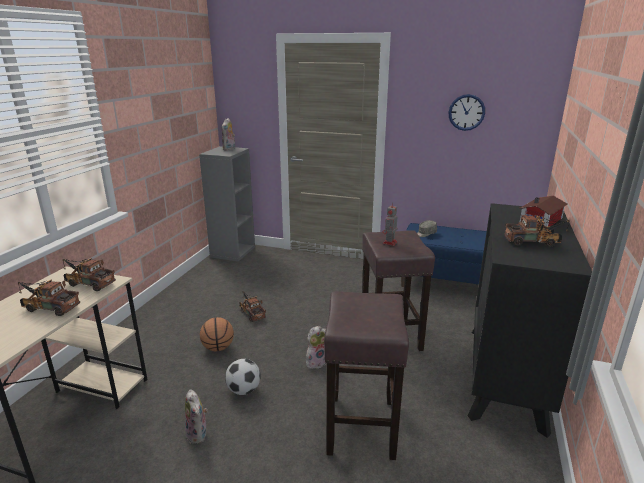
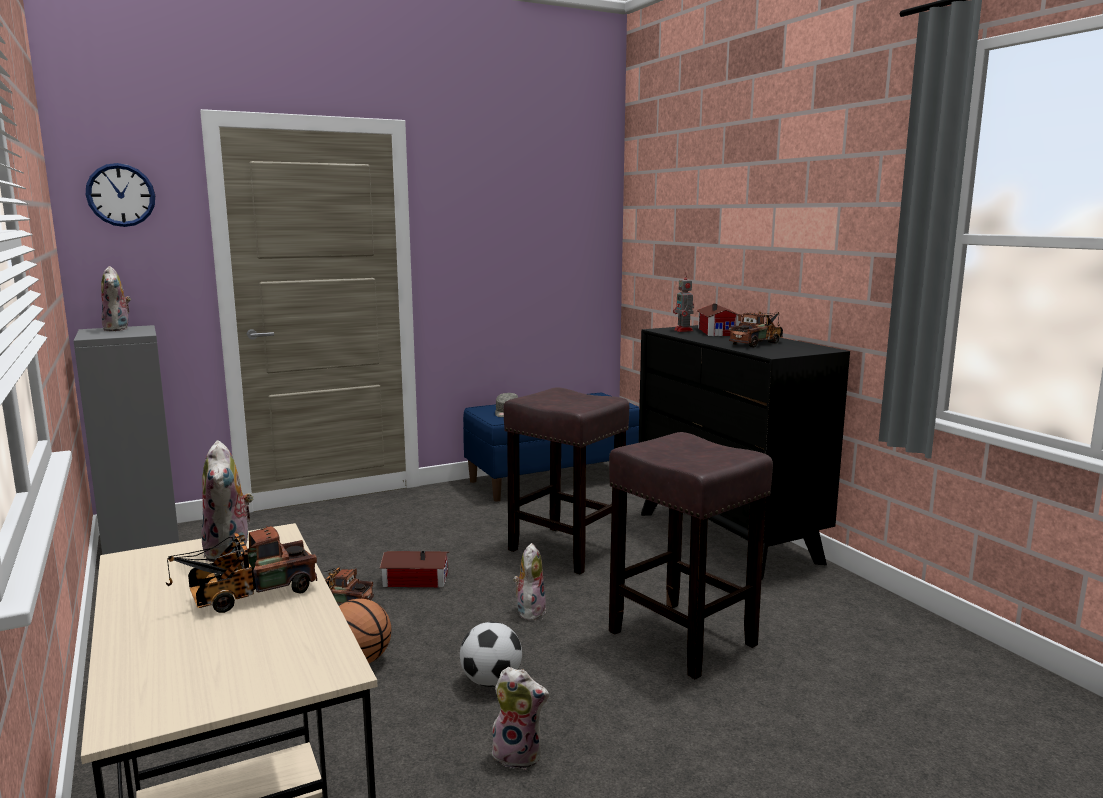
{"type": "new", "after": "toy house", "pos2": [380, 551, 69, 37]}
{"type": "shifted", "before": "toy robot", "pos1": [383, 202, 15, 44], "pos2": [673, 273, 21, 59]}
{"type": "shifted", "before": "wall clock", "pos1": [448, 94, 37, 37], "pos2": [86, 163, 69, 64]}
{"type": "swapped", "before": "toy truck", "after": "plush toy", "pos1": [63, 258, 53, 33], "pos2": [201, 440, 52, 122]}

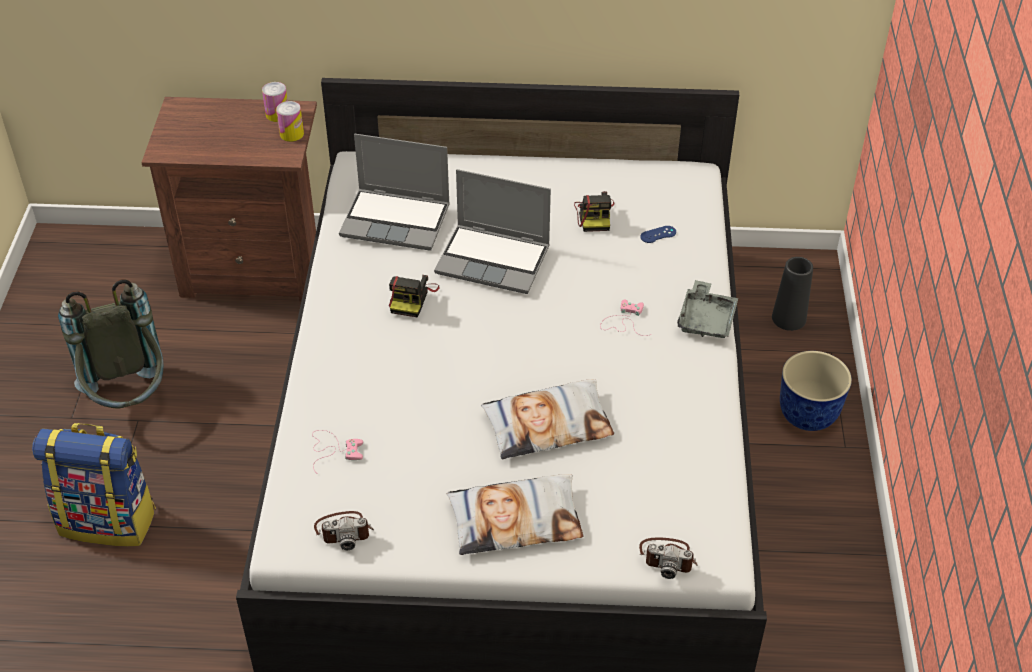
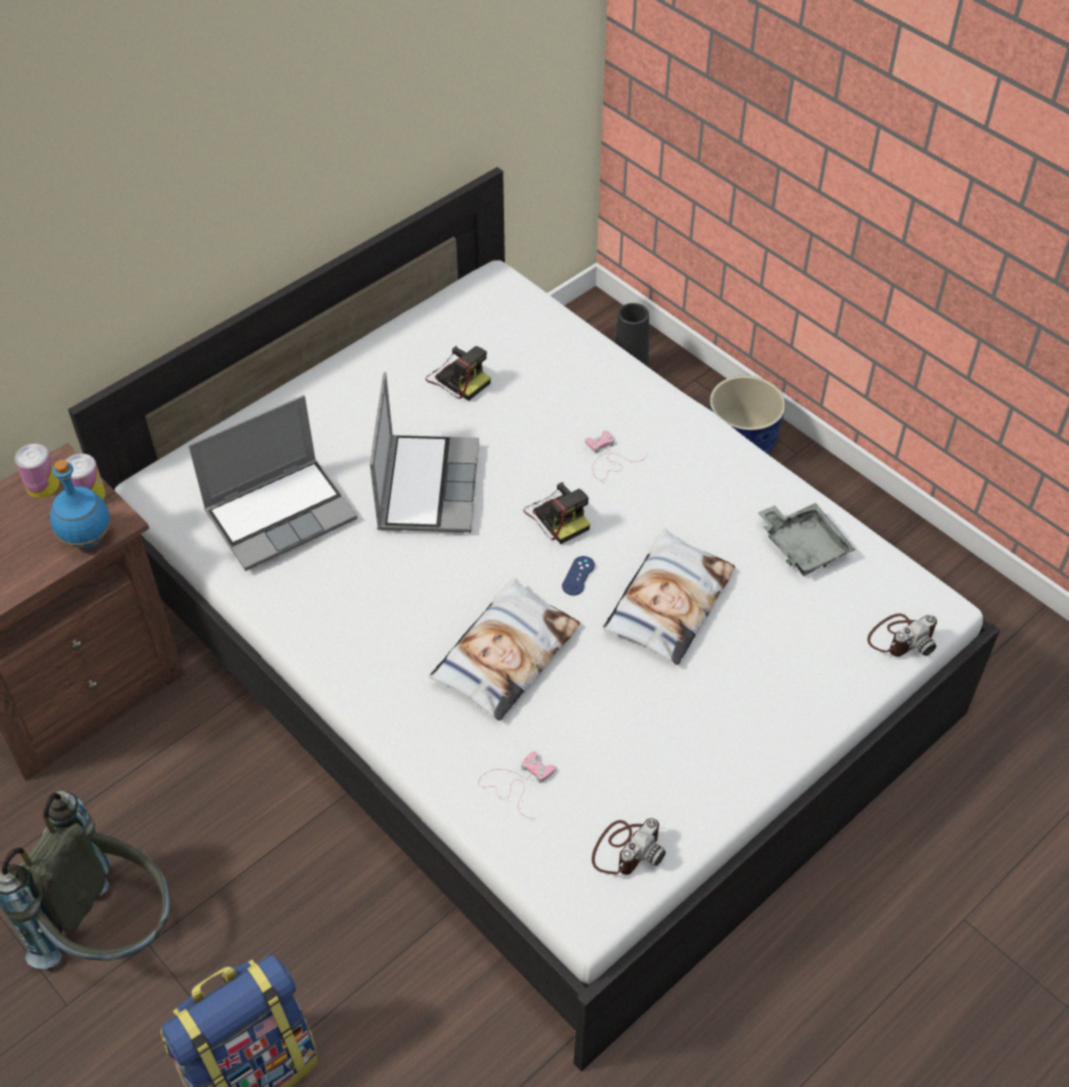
{"type": "new", "after": "bottle (blue)", "pos2": [50, 460, 61, 89]}
{"type": "shifted", "before": "photo camera", "pos1": [389, 275, 51, 42], "pos2": [524, 482, 66, 62]}
{"type": "shifted", "before": "pillow", "pos1": [447, 474, 137, 81], "pos2": [429, 578, 151, 143]}
{"type": "shifted", "before": "game controller (blue)", "pos1": [640, 226, 36, 17], "pos2": [562, 556, 33, 39]}
{"type": "shifted", "before": "tray (grey)", "pos1": [677, 280, 61, 58], "pos2": [758, 503, 97, 73]}
{"type": "rotated", "before": "laptop", "pos1": [434, 169, 117, 125], "pos2": [370, 372, 109, 161], "turn": -60}

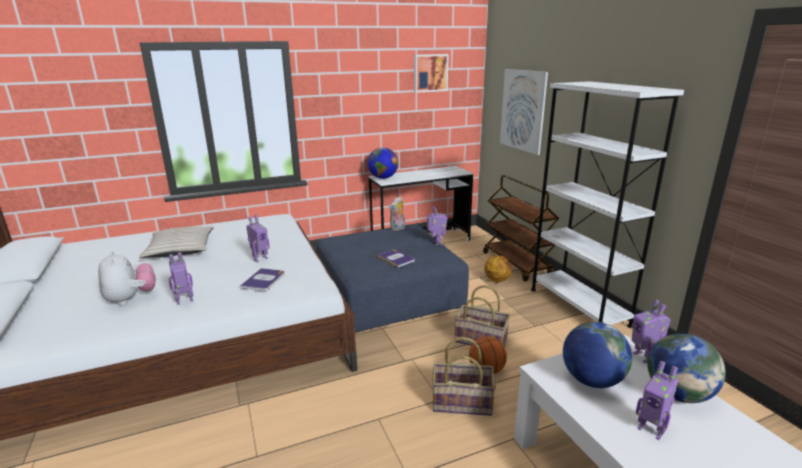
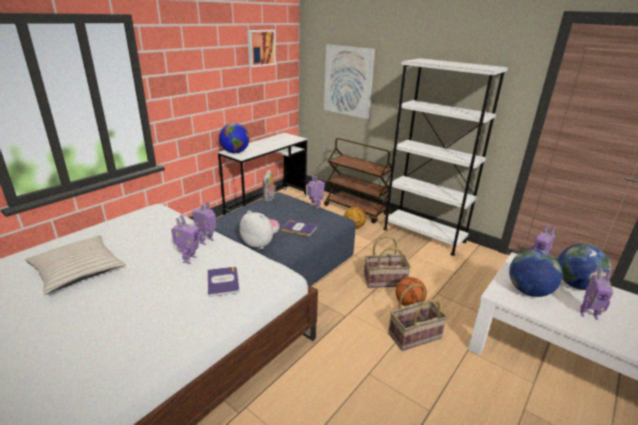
{"type": "shifted", "before": "plush toy", "pos1": [98, 251, 58, 55], "pos2": [240, 210, 40, 40]}
{"type": "shifted", "before": "toy robot", "pos1": [168, 253, 25, 52], "pos2": [192, 201, 24, 44]}

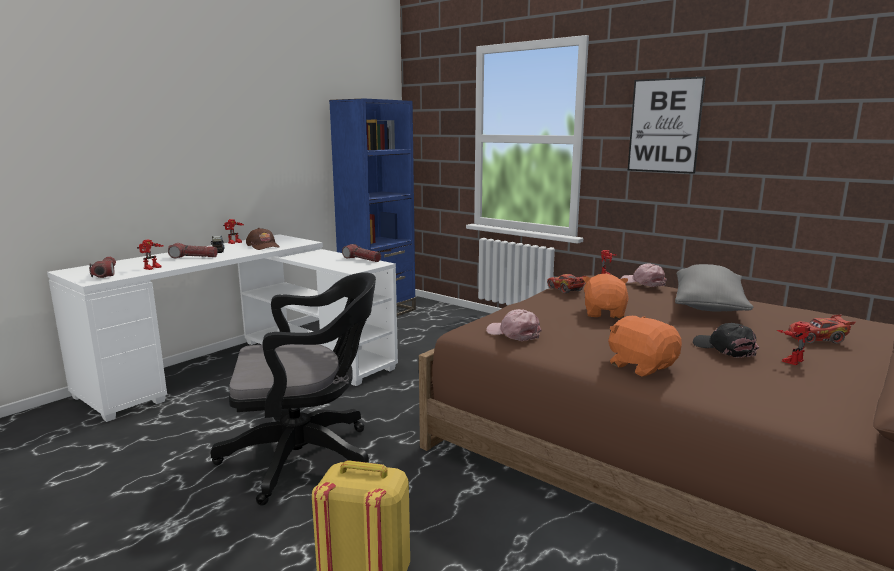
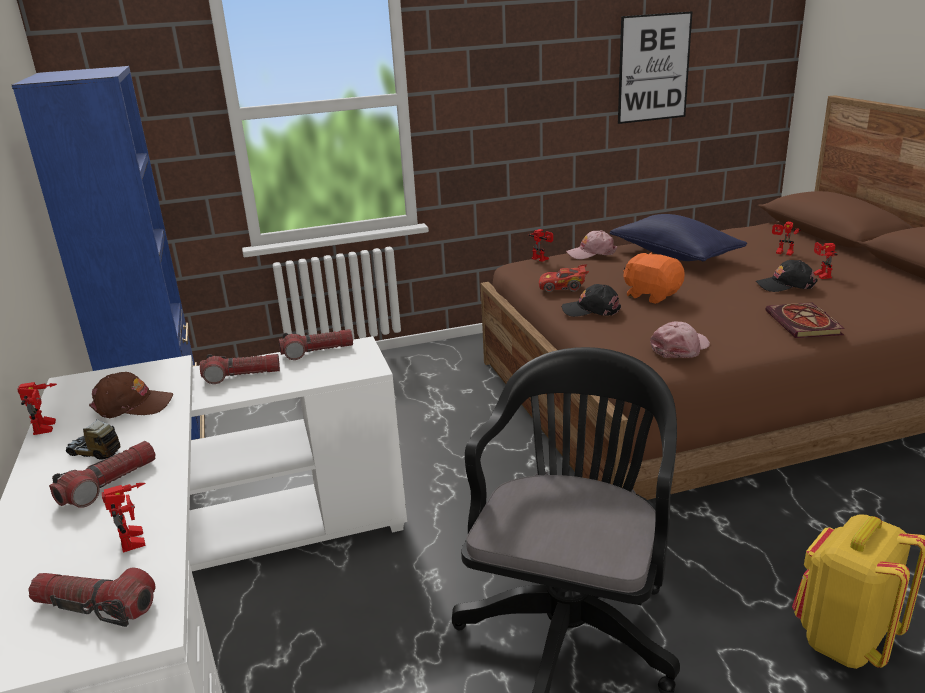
{"type": "new", "after": "flashlight", "pos2": [200, 354, 80, 30]}
{"type": "new", "after": "cap (black)", "pos2": [562, 284, 59, 33]}
{"type": "shifted", "before": "picture", "pos1": [628, 76, 77, 98], "pos2": [618, 11, 74, 113]}
{"type": "swapped", "before": "plush toy (orange)", "after": "book", "pos1": [608, 316, 74, 60], "pos2": [765, 302, 80, 36]}
{"type": "swapped", "before": "toy car (red)", "after": "toy robot", "pos1": [789, 315, 67, 29], "pos2": [772, 222, 29, 34]}
{"type": "repainted", "before": "pillow (grey)", "after": "pillow (blue)", "pos1": [675, 264, 78, 48], "pos2": [610, 214, 137, 47]}
{"type": "rotated", "before": "cap (pink)", "pos1": [486, 309, 56, 32], "pos2": [650, 322, 60, 36], "turn": 150}

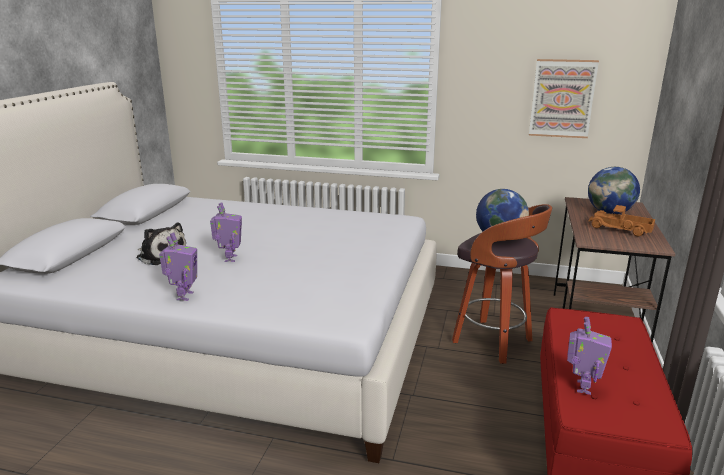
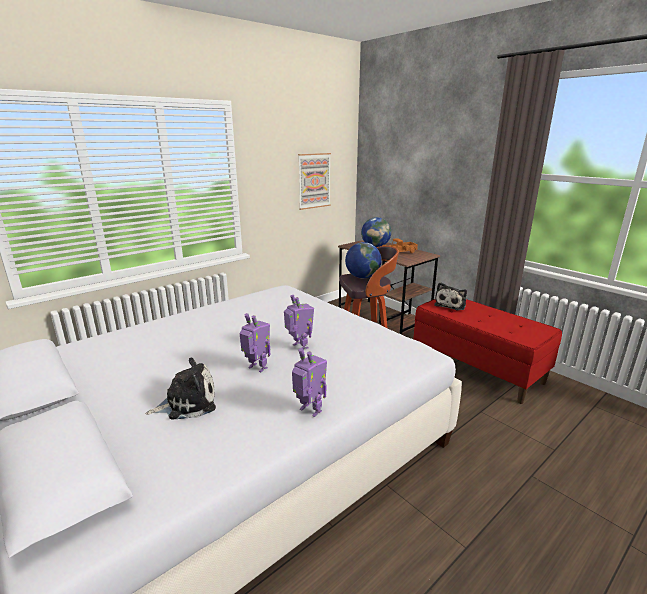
{"type": "new", "after": "plush toy", "pos2": [434, 282, 33, 29]}
{"type": "shifted", "before": "toy robot", "pos1": [567, 317, 45, 78], "pos2": [284, 295, 30, 55]}

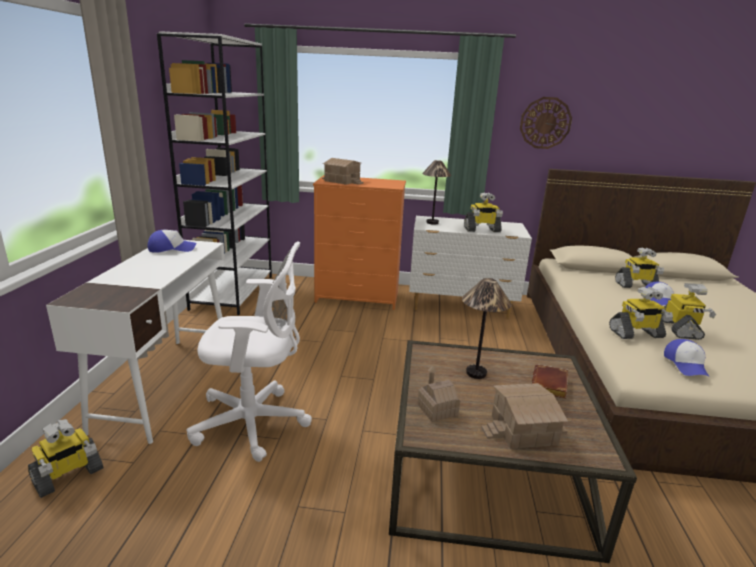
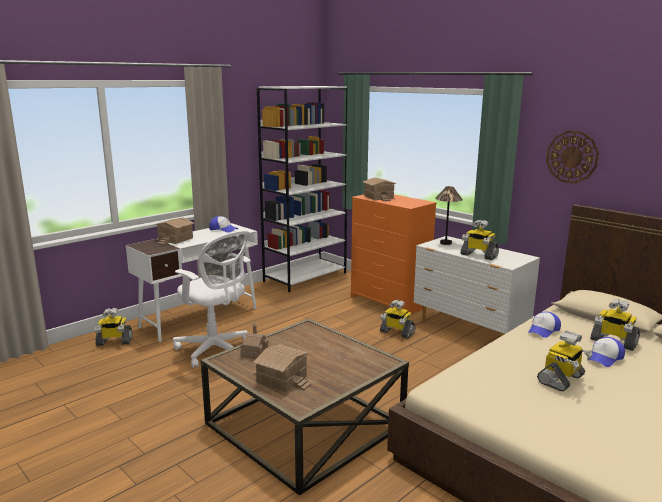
{"type": "gone", "before": "table lamp", "pos1": [462, 278, 50, 101]}
{"type": "gone", "before": "book (brown)", "pos1": [531, 364, 37, 34]}
{"type": "new", "after": "toy house", "pos2": [156, 218, 38, 27]}
{"type": "shifted", "before": "toy robot", "pos1": [609, 286, 64, 53], "pos2": [380, 300, 35, 38]}
{"type": "shifted", "before": "cap", "pos1": [664, 339, 45, 37], "pos2": [528, 311, 33, 27]}

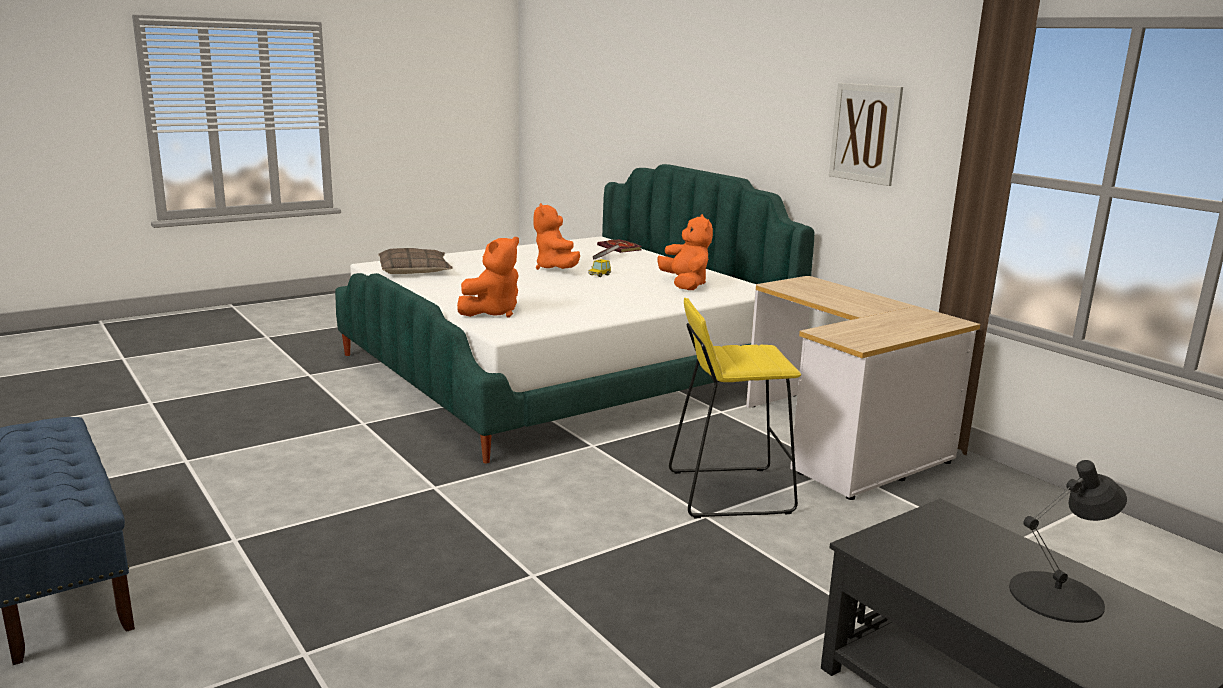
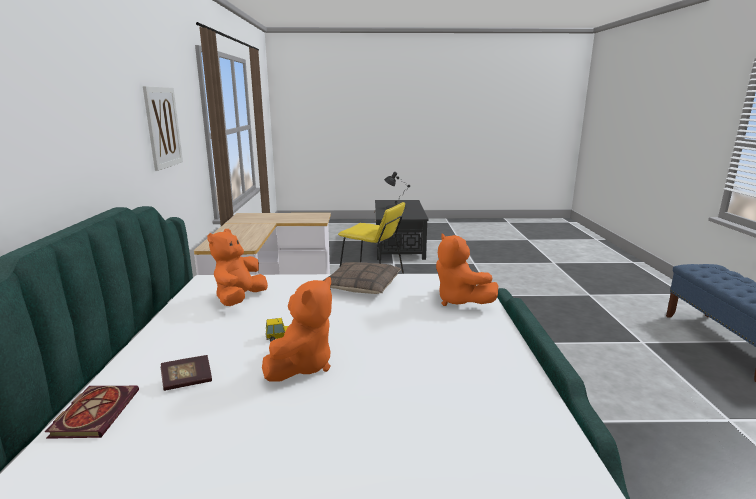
{"type": "shifted", "before": "pillow", "pos1": [378, 248, 75, 26], "pos2": [322, 262, 79, 32]}
{"type": "rotated", "before": "plush toy (orange)", "pos1": [457, 237, 62, 80], "pos2": [436, 234, 62, 72], "turn": -105}

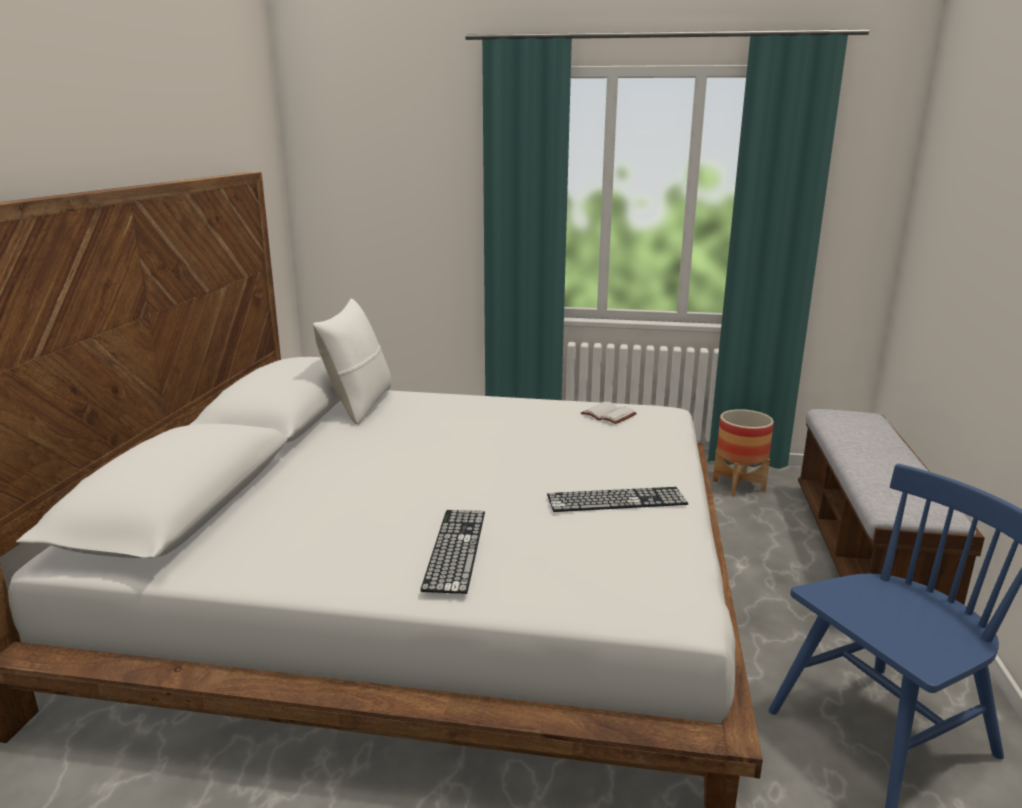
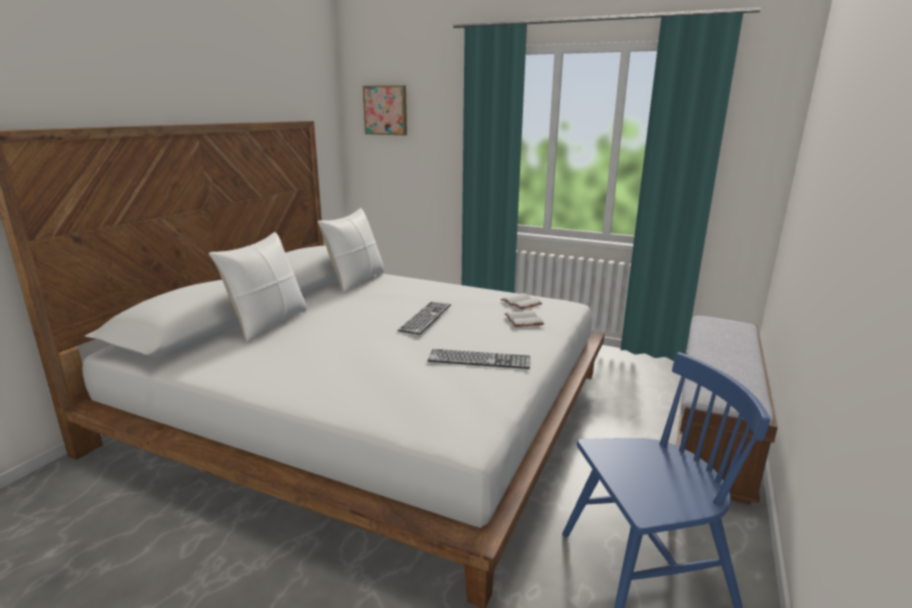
{"type": "gone", "before": "planter", "pos1": [713, 409, 61, 88]}
{"type": "new", "after": "pillow (white)", "pos2": [209, 232, 98, 110]}
{"type": "new", "after": "picture", "pos2": [363, 85, 44, 50]}
{"type": "new", "after": "book (white)", "pos2": [504, 310, 40, 17]}
{"type": "shifted", "before": "keyboard", "pos1": [420, 510, 65, 84], "pos2": [398, 302, 53, 33]}

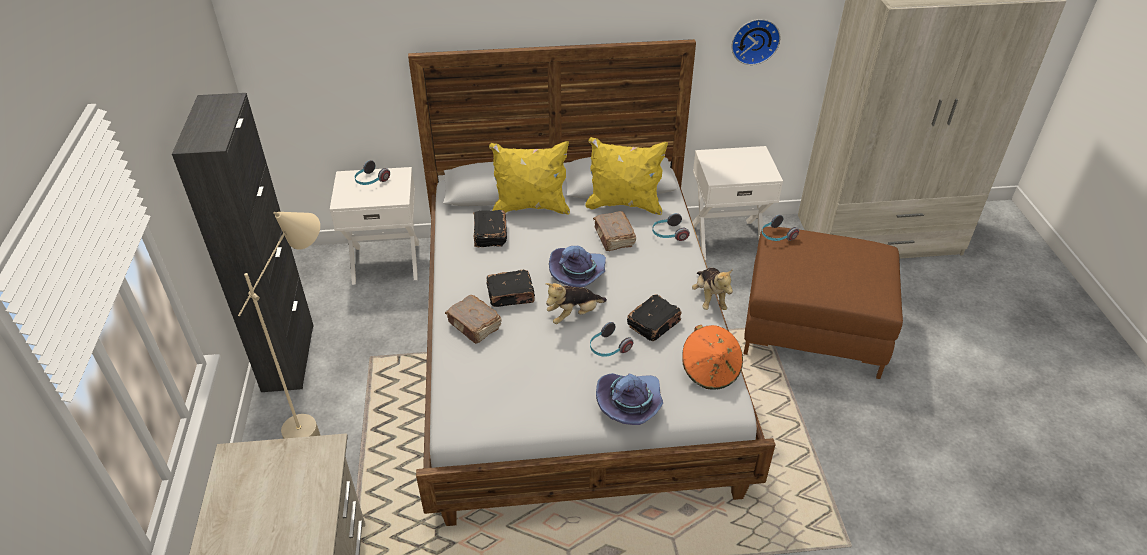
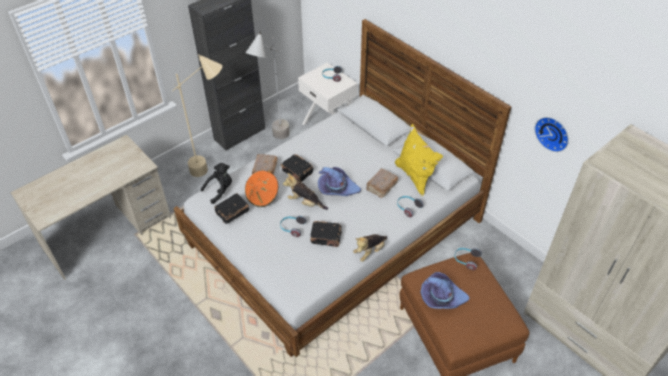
{"type": "gone", "before": "pillow (yellow)", "pos1": [489, 141, 81, 74]}
{"type": "gone", "before": "nightstand (white)", "pos1": [692, 146, 91, 114]}
{"type": "new", "after": "plush toy (black)", "pos2": [201, 163, 31, 41]}
{"type": "new", "after": "floor lamp (grey)", "pos2": [246, 32, 44, 107]}
{"type": "shifted", "before": "book (black)", "pos1": [473, 210, 34, 37], "pos2": [214, 193, 35, 31]}
{"type": "shifted", "before": "hat (purple)", "pos1": [596, 373, 67, 52], "pos2": [420, 272, 50, 37]}
{"type": "shifted", "before": "hat (orange)", "pos1": [682, 325, 61, 65], "pos2": [245, 170, 33, 37]}

